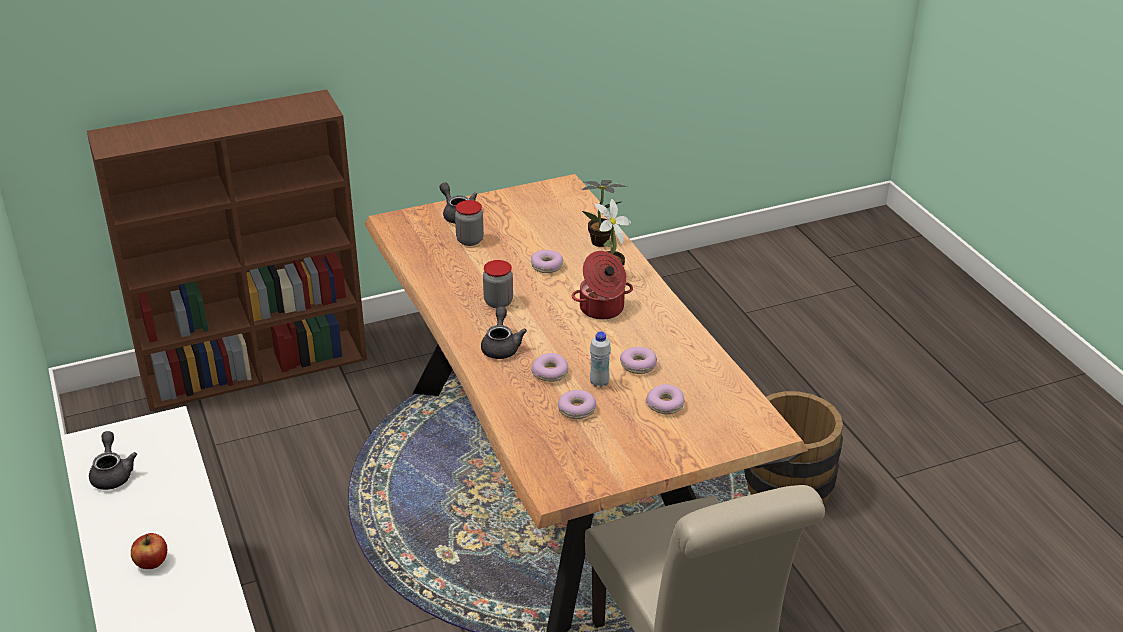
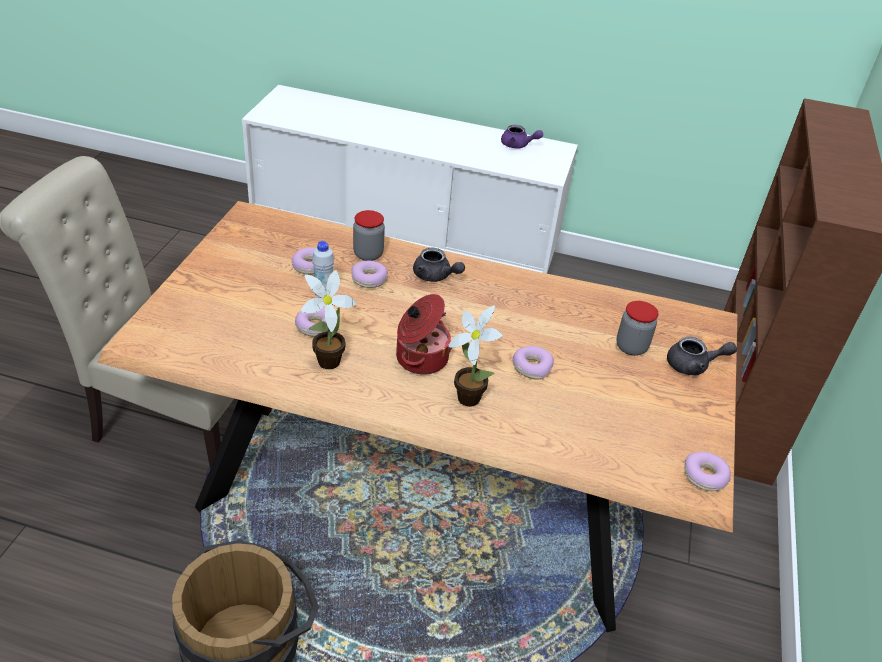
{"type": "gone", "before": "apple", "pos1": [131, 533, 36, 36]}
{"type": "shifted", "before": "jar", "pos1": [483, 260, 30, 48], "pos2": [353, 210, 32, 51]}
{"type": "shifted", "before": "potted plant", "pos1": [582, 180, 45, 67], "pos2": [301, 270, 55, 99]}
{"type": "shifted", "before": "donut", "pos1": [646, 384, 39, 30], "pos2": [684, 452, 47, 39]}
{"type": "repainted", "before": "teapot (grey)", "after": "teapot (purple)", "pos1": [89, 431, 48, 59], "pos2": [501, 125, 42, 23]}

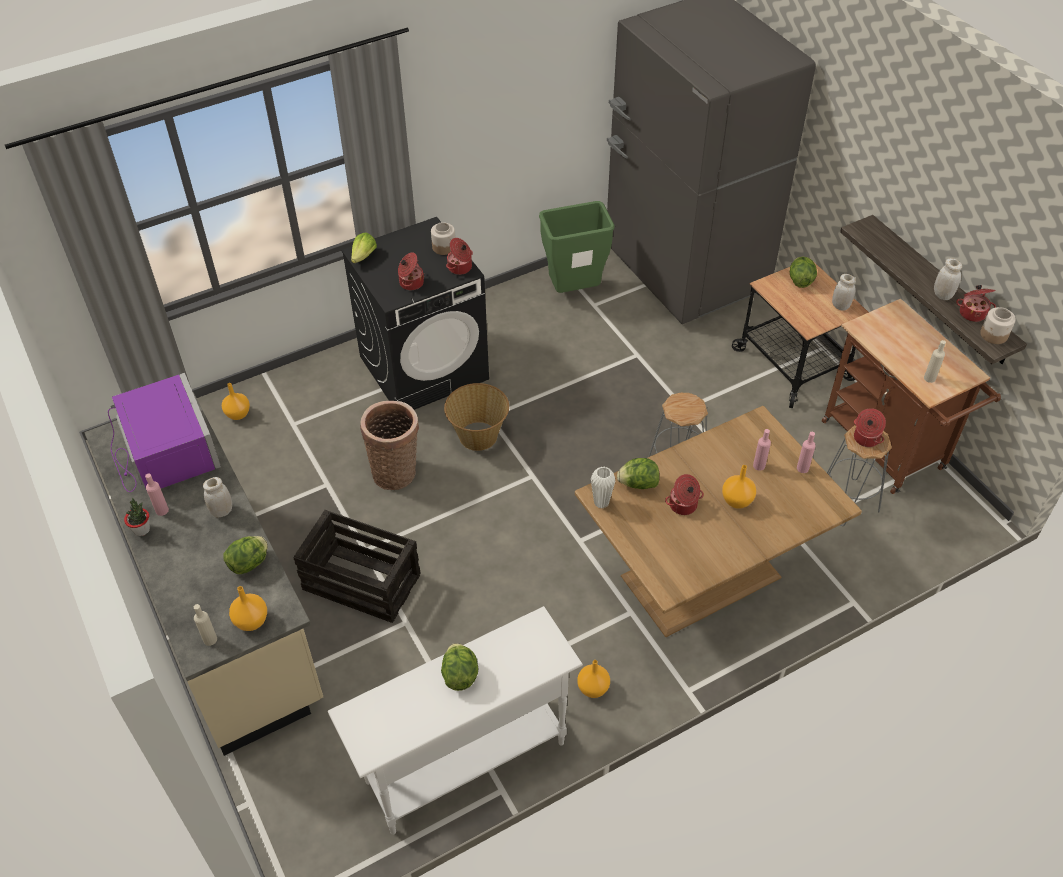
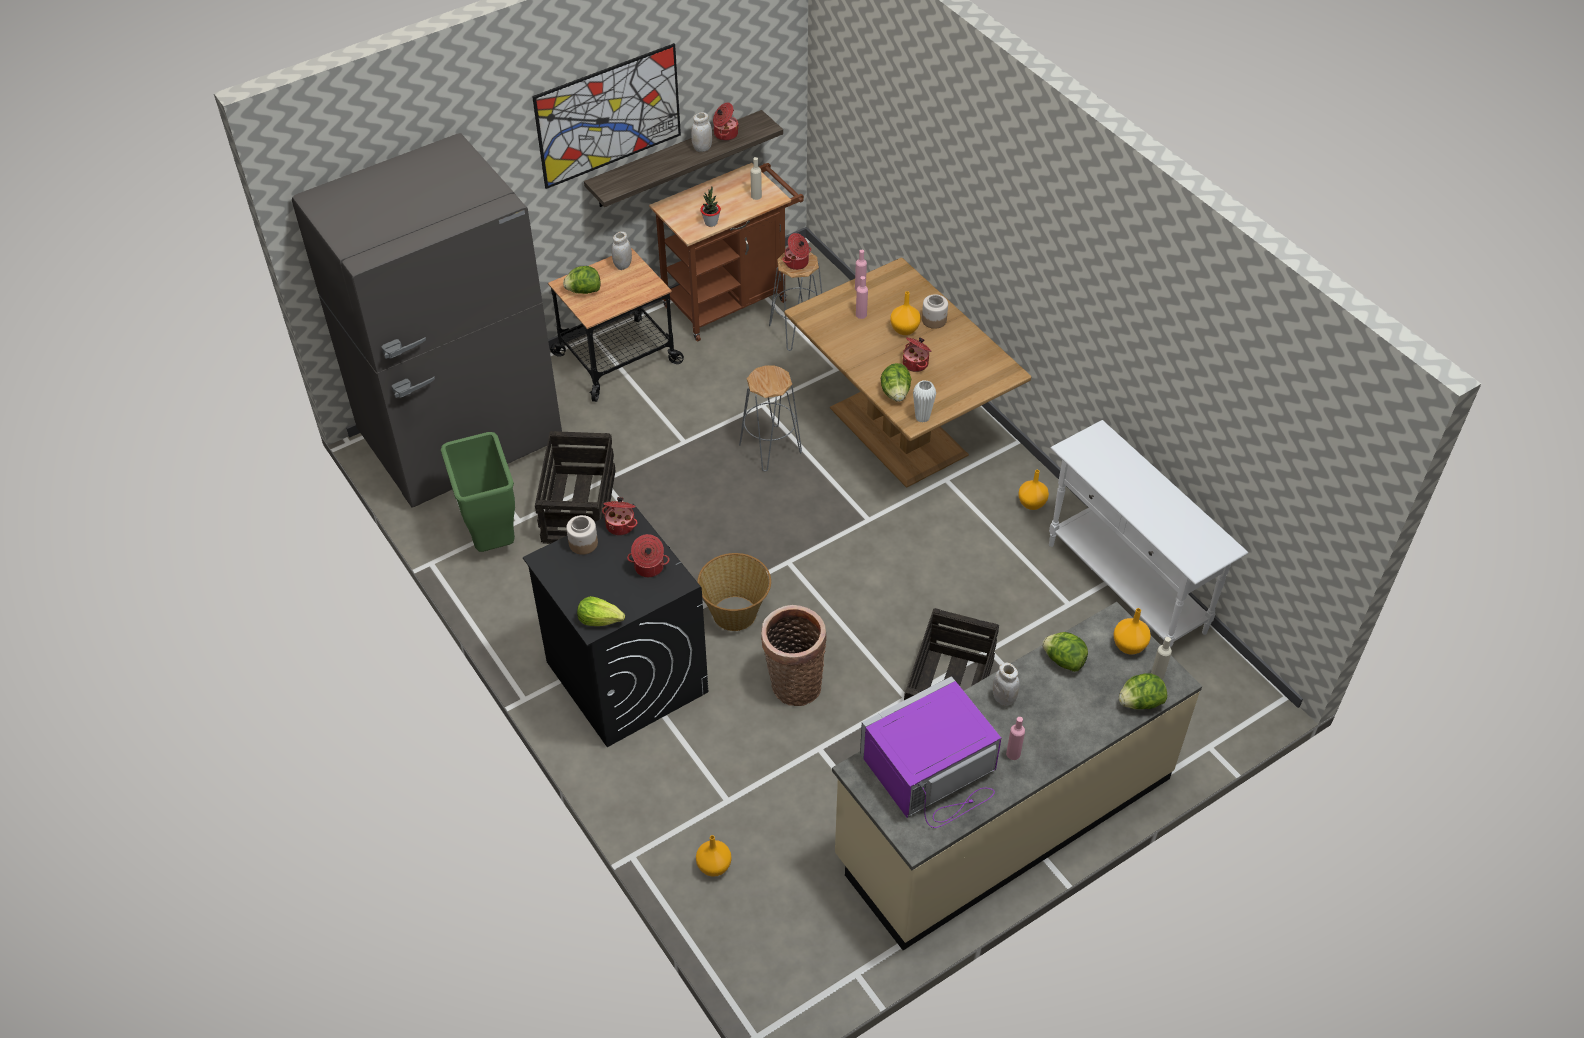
{"type": "new", "after": "picture", "pos2": [532, 43, 149, 146]}
{"type": "new", "after": "crate", "pos2": [535, 431, 80, 113]}
{"type": "shifted", "before": "potted plant", "pos1": [124, 498, 26, 38], "pos2": [700, 186, 21, 41]}
{"type": "shifted", "before": "lettuce", "pos1": [441, 643, 38, 48], "pos2": [1119, 673, 48, 36]}
{"type": "shifted", "before": "jar", "pos1": [980, 307, 36, 37], "pos2": [922, 295, 26, 34]}

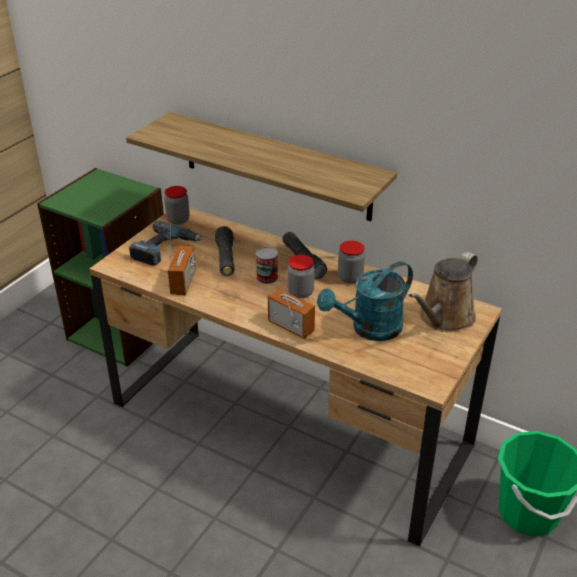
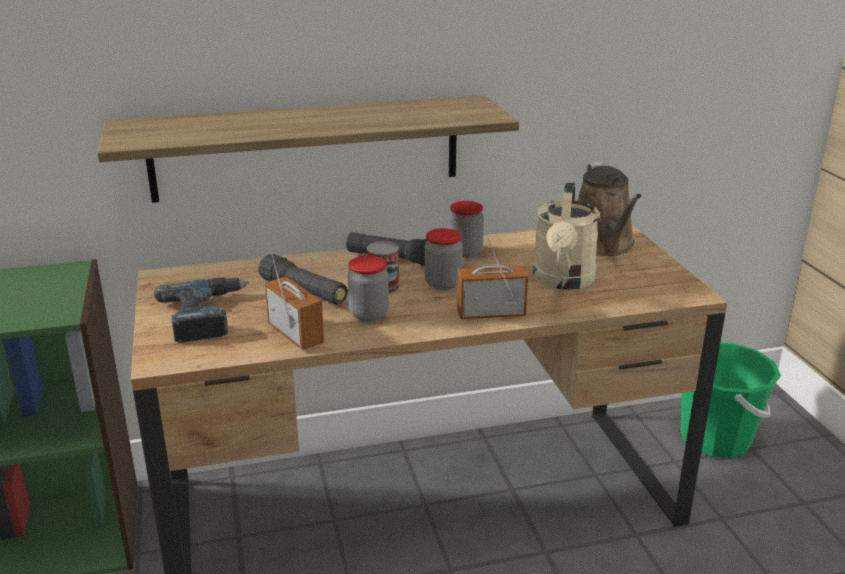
{"type": "shifted", "before": "jar", "pos1": [164, 186, 26, 39], "pos2": [347, 255, 42, 67]}
{"type": "repainted", "before": "watering can (turquoise)", "after": "watering can (beige)", "pos1": [317, 261, 96, 80], "pos2": [533, 182, 67, 108]}

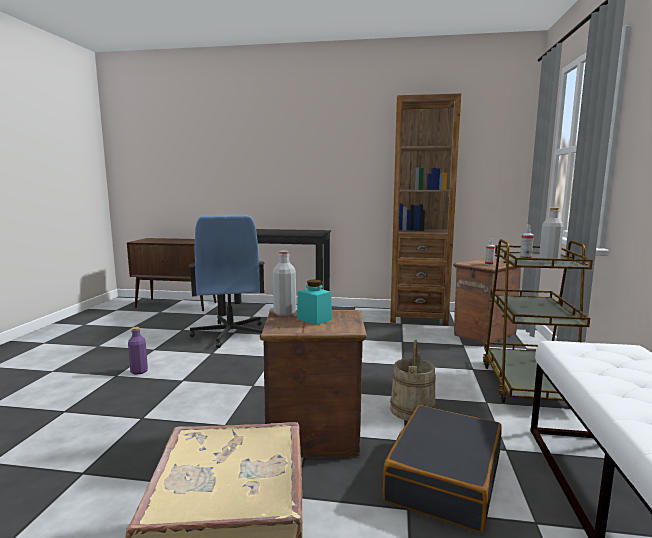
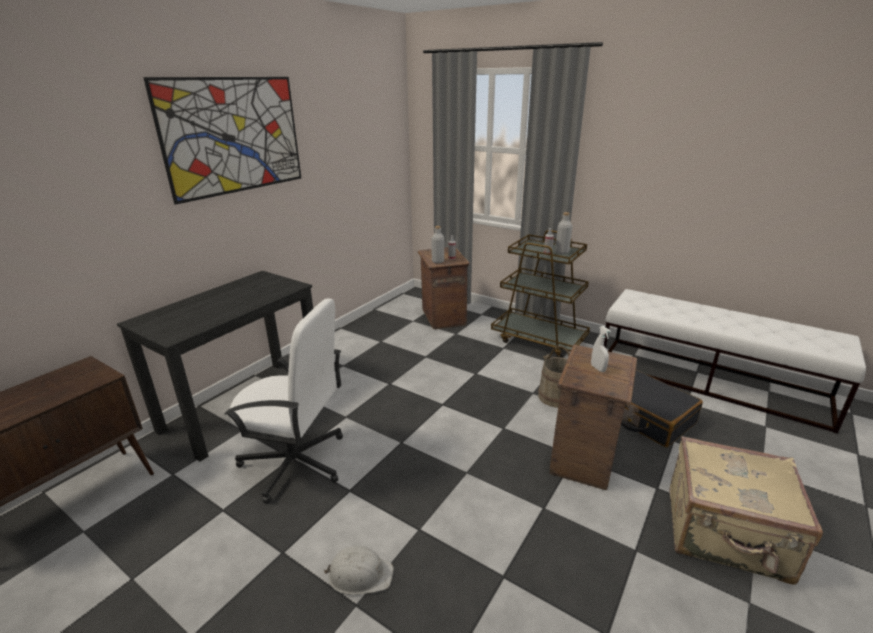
{"type": "gone", "before": "bookcase (brown)", "pos1": [390, 93, 71, 232]}
{"type": "new", "after": "picture", "pos2": [143, 77, 158, 128]}
{"type": "shifted", "before": "bottle (grey)", "pos1": [273, 250, 23, 66], "pos2": [431, 226, 13, 37]}
{"type": "swapped", "before": "bottle (purple)", "after": "hard hat (white)", "pos1": [128, 327, 20, 48], "pos2": [324, 546, 70, 49]}
{"type": "swapped", "before": "jar (turquoise)", "after": "spray bottle (white)", "pos1": [297, 280, 35, 45], "pos2": [591, 326, 20, 46]}
{"type": "repainted", "before": "office chair (blue)", "after": "office chair (white)", "pos1": [189, 215, 76, 133], "pos2": [224, 299, 119, 205]}

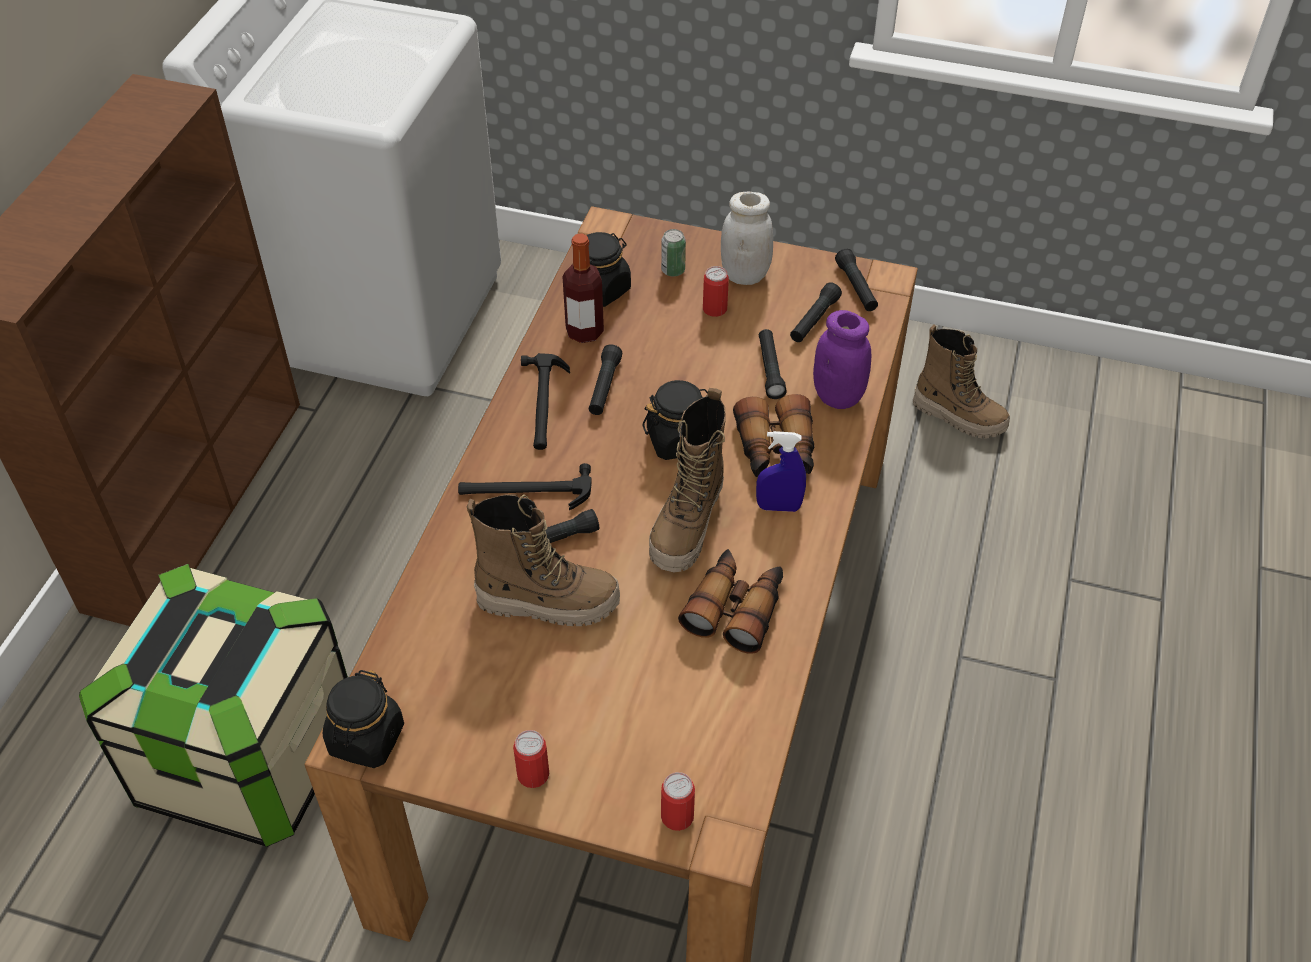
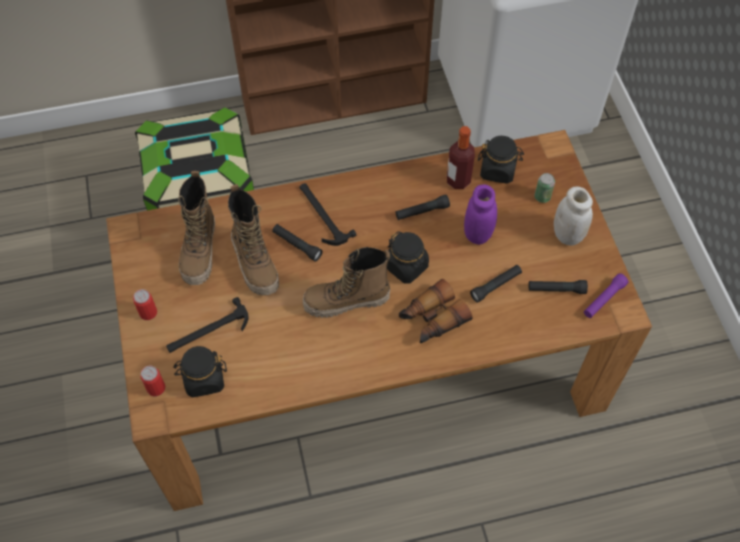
{"type": "gone", "before": "binoculars", "pos1": [678, 549, 105, 105]}
{"type": "gone", "before": "can", "pos1": [703, 266, 26, 51]}
{"type": "gone", "before": "spray bottle (blue)", "pos1": [756, 431, 50, 81]}
{"type": "shifted", "before": "jar (black)", "pos1": [323, 670, 81, 98], "pos2": [173, 346, 54, 51]}
{"type": "shifted", "before": "hammer", "pos1": [521, 353, 49, 97], "pos2": [166, 297, 83, 56]}
{"type": "shifted", "before": "jar (purple)", "pos1": [813, 310, 58, 99], "pos2": [464, 184, 33, 61]}
{"type": "shifted", "before": "boot", "pos1": [913, 325, 97, 113], "pos2": [178, 171, 37, 114]}
{"type": "repainted", "before": "flashlight (black)", "after": "flashlight (purple)", "pos1": [835, 249, 43, 62], "pos2": [584, 273, 45, 45]}

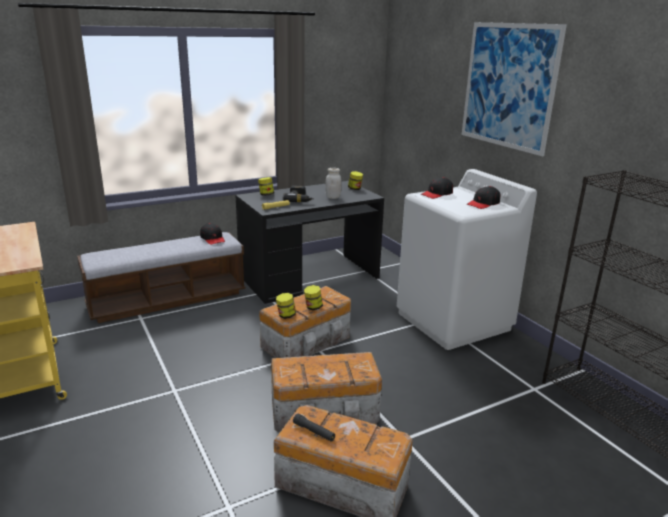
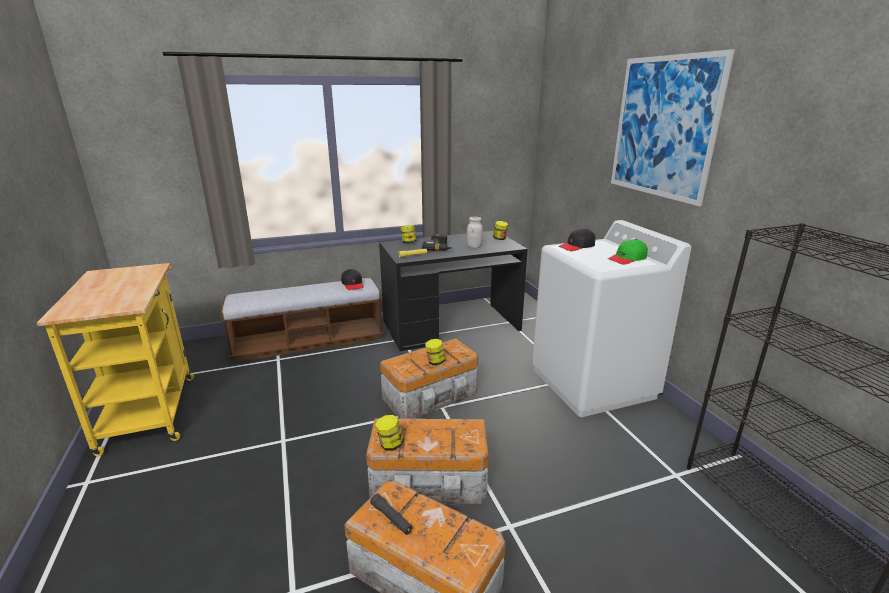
{"type": "shifted", "before": "jar", "pos1": [276, 293, 20, 26], "pos2": [375, 415, 29, 36]}
{"type": "repainted", "before": "cap (black)", "after": "cap (green)", "pos1": [467, 186, 33, 23], "pos2": [608, 239, 40, 25]}

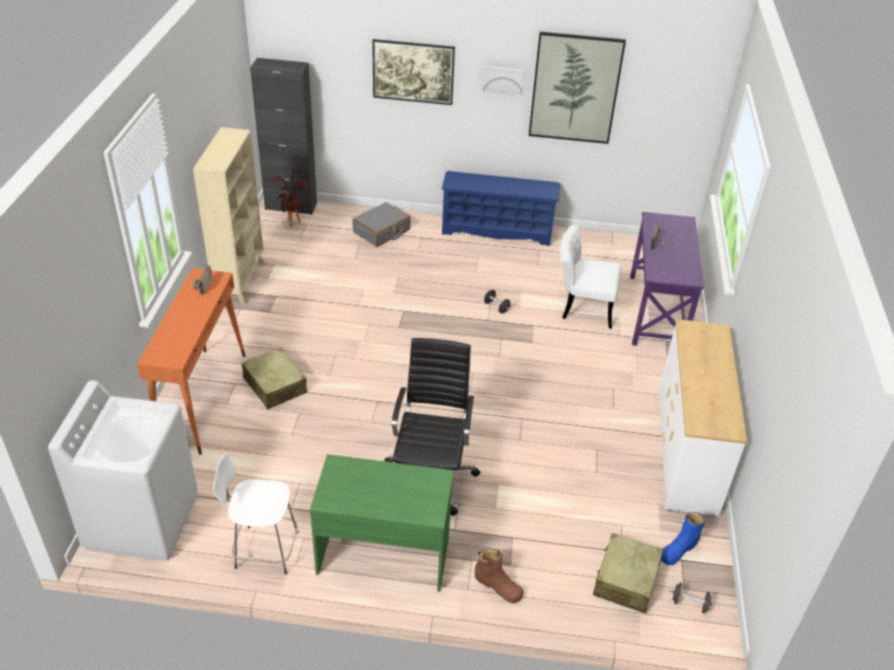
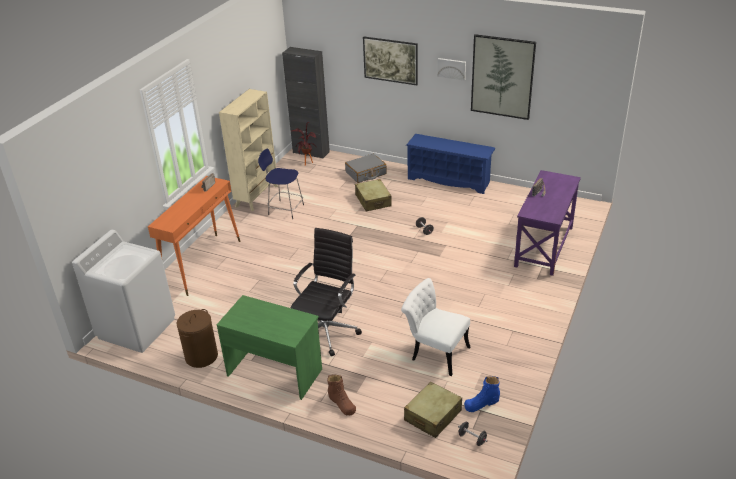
{"type": "gone", "before": "dresser (white)", "pos1": [658, 319, 89, 197]}
{"type": "new", "after": "stool (blue)", "pos2": [258, 148, 46, 71]}
{"type": "shifted", "before": "suitcase (beige)", "pos1": [242, 347, 65, 62], "pos2": [355, 179, 37, 33]}
{"type": "shifted", "before": "chair (white)", "pos1": [559, 225, 62, 104], "pos2": [401, 278, 70, 98]}
{"type": "swapped", "before": "stool (white)", "after": "laundry basket (brown)", "pos1": [213, 453, 85, 122], "pos2": [176, 309, 42, 59]}

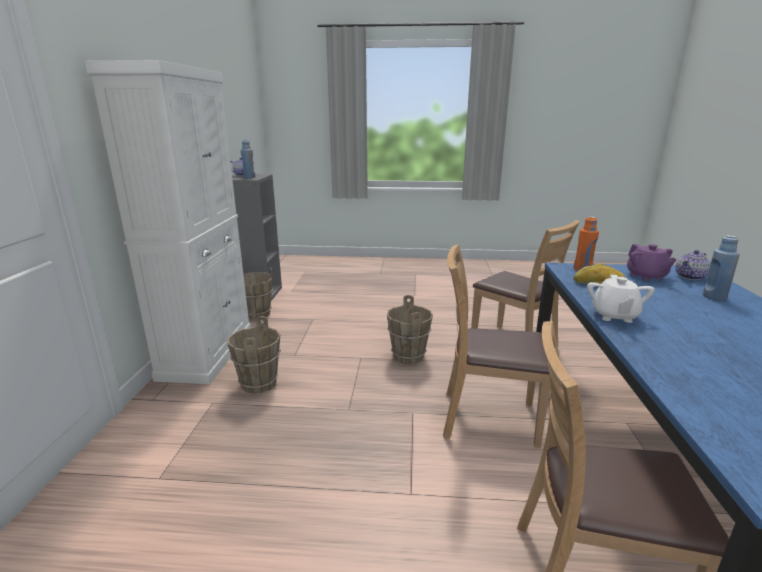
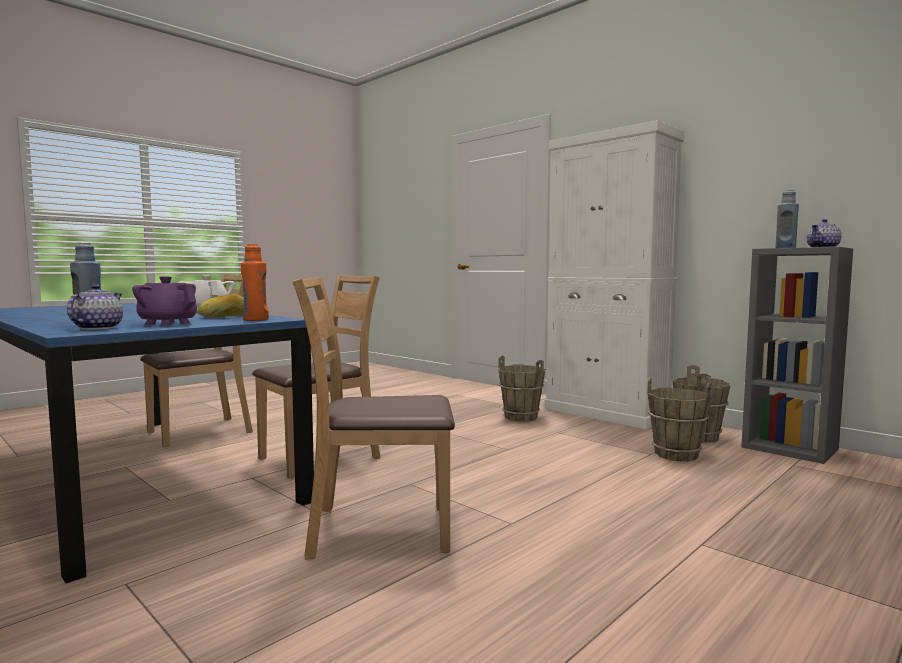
{"type": "shifted", "before": "bucket (brown)", "pos1": [387, 295, 46, 69], "pos2": [647, 377, 65, 84]}

